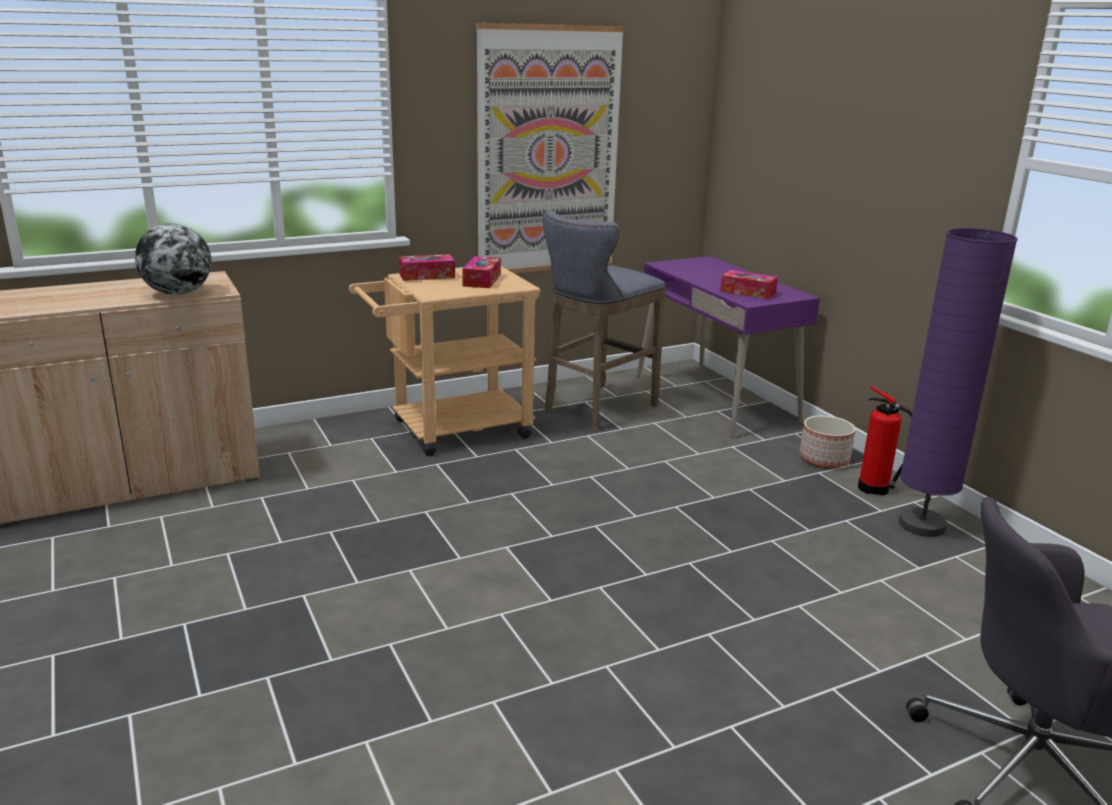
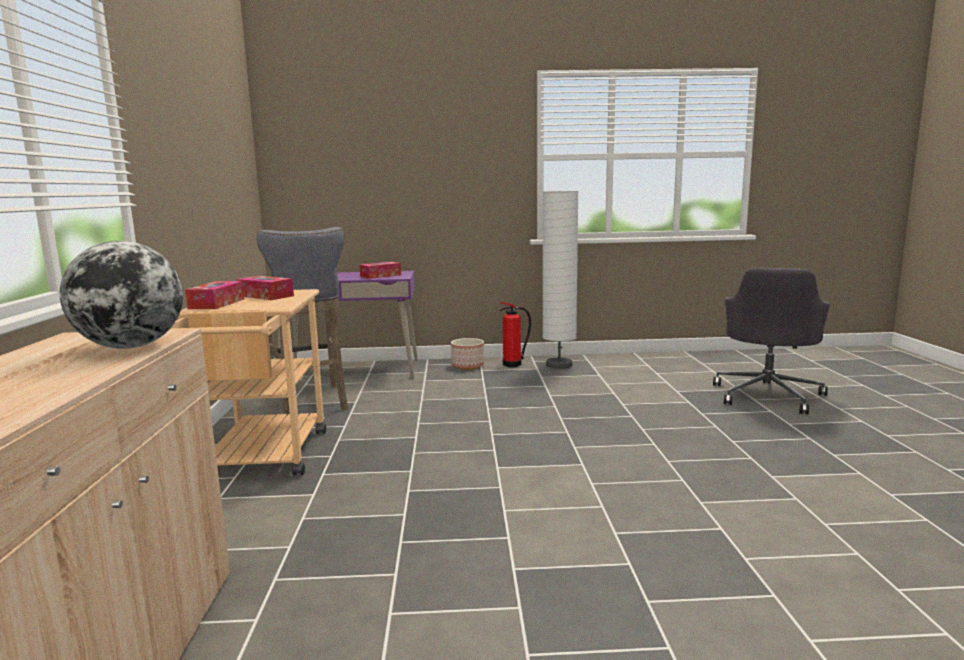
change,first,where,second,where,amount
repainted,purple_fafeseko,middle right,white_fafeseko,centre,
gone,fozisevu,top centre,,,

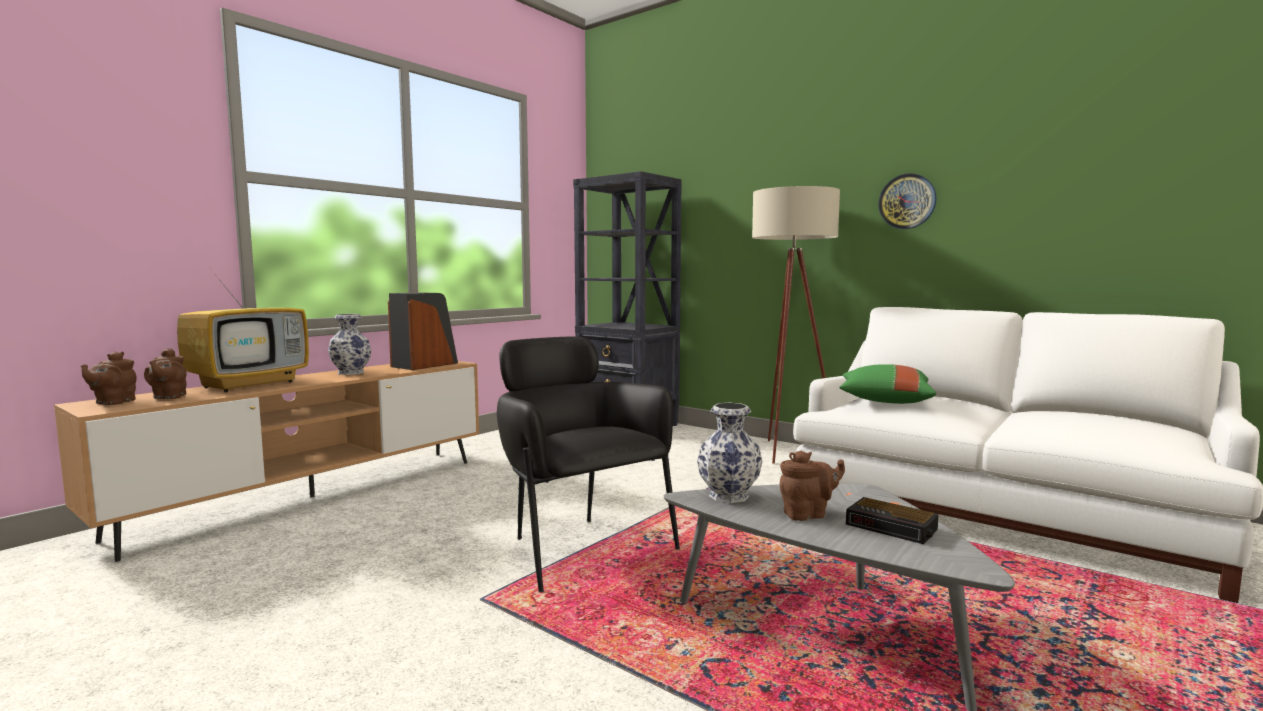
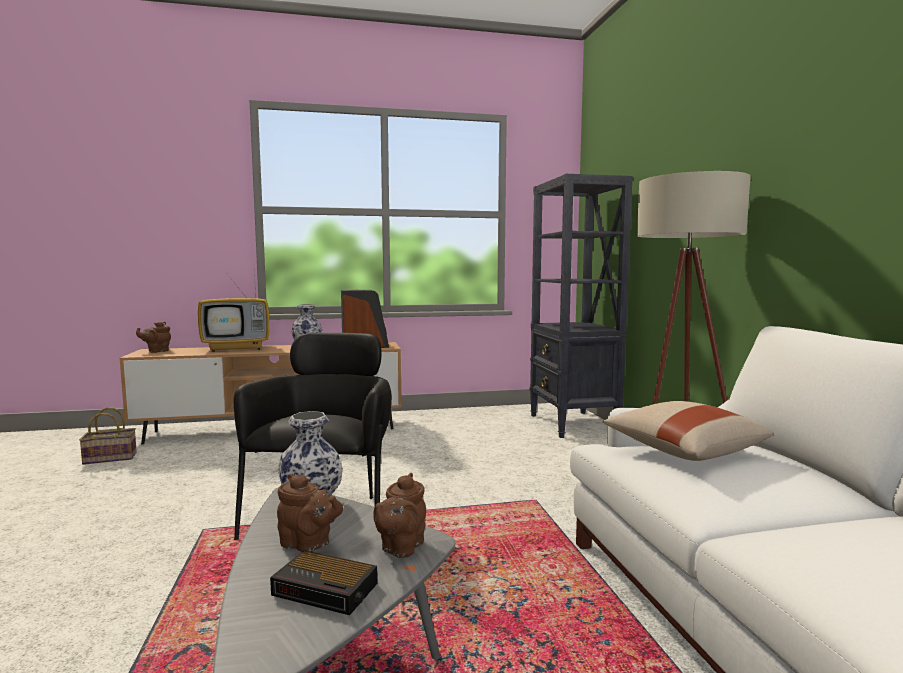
change,first,where,second,where,amount
new,,,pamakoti,middle left,
rotated,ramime,bottom right,,bottom centre,60 degrees counterclockwise
shifted,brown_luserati (no. 2 from left in the first image),middle left,brown_luserati (no. 3 from left),bottom centre,
repainted,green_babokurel,middle right,beige_babokurel,middle right,
gone,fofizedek,top right,,,

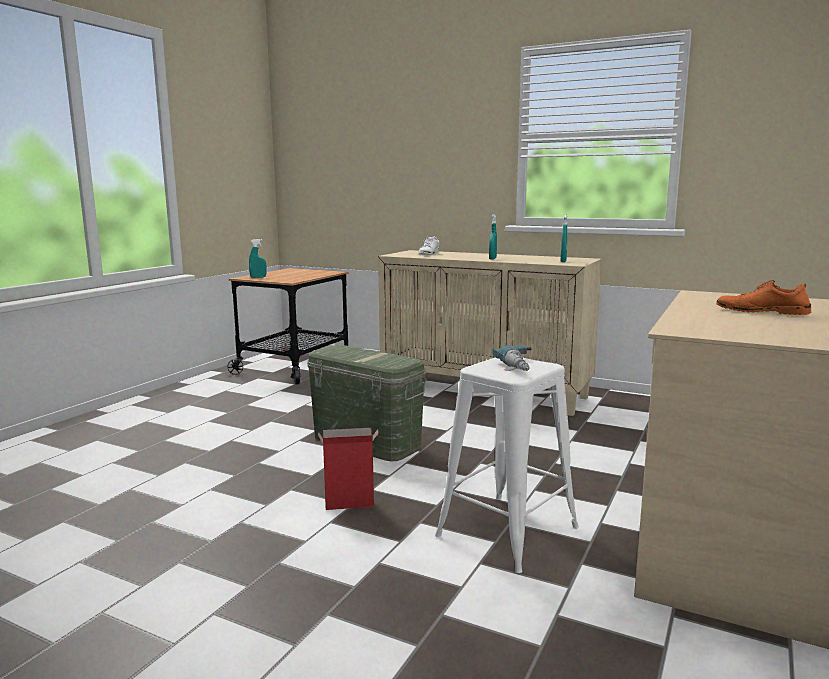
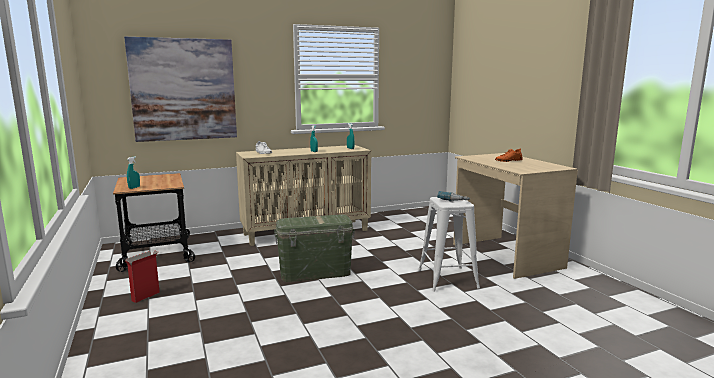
change,first,where,second,where,amount
new,,,fozisevu,top left,
shifted,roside,bottom centre,,bottom left,

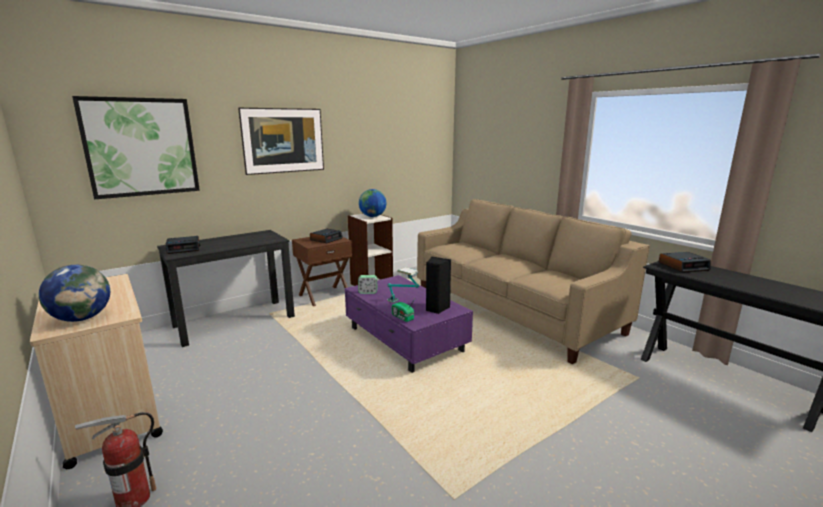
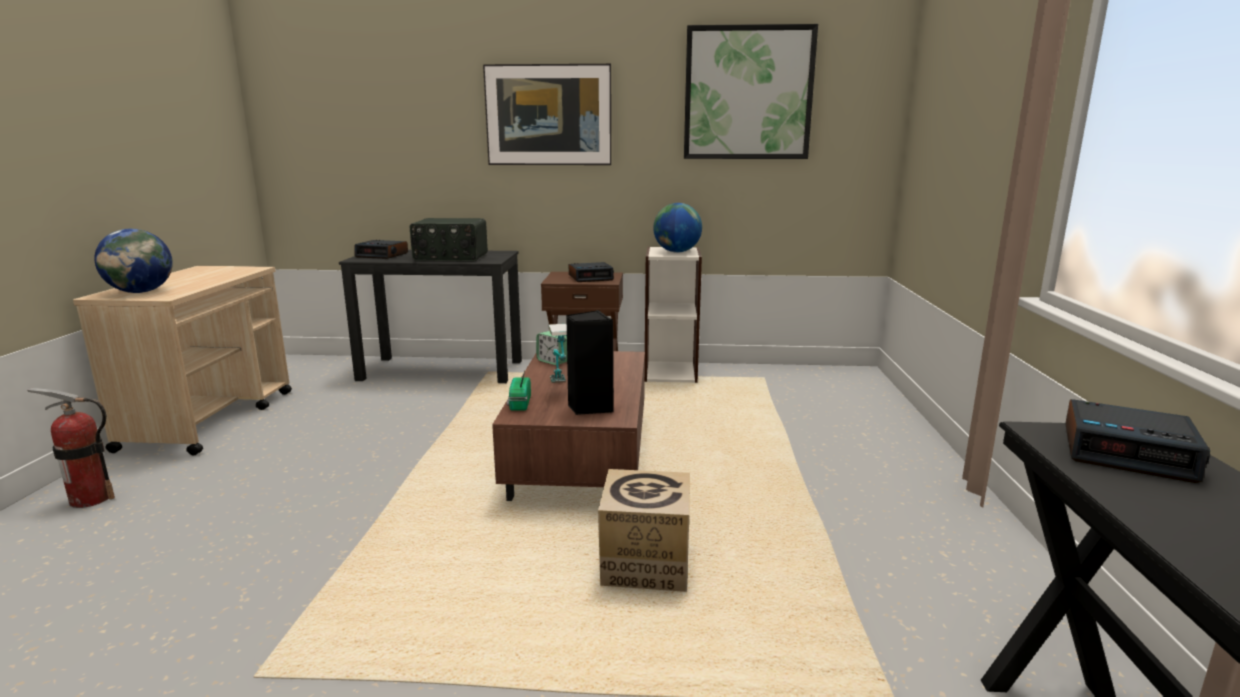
change,first,where,second,where,amount
new,,,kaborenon (no. 1 from left),centre,
repainted,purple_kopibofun,centre,brown_kopibofun,centre,
new,,,roside,bottom centre,
shifted,fozisevu (no. 1 from left in the first image),top left,fozisevu (no. 2 from left),top centre,
gone,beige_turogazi,centre,,,

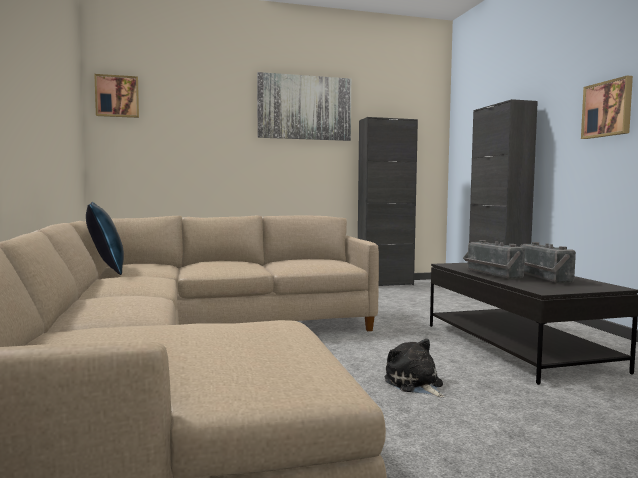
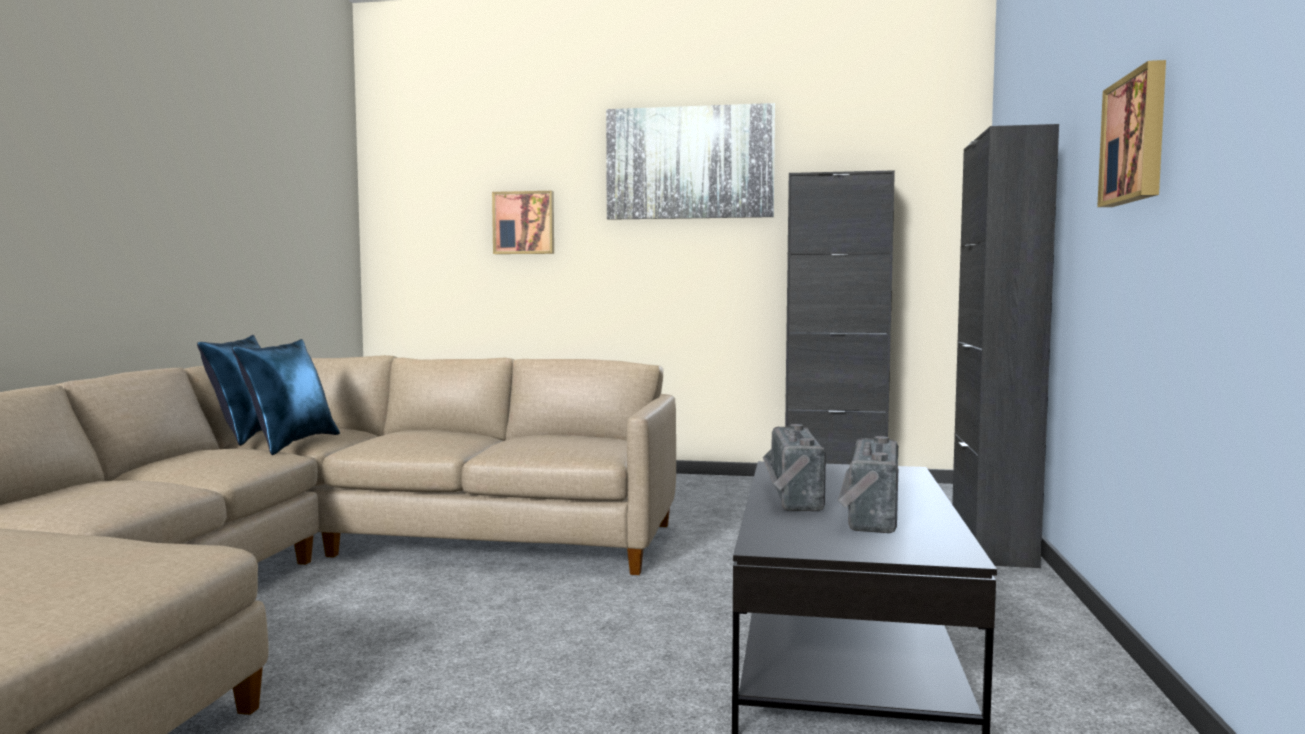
change,first,where,second,where,amount
new,,,blue_babokurel (no. 2 from left),middle left,
shifted,fozisevu (no. 1 from left),top left,,top centre,
gone,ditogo,bottom centre,,,

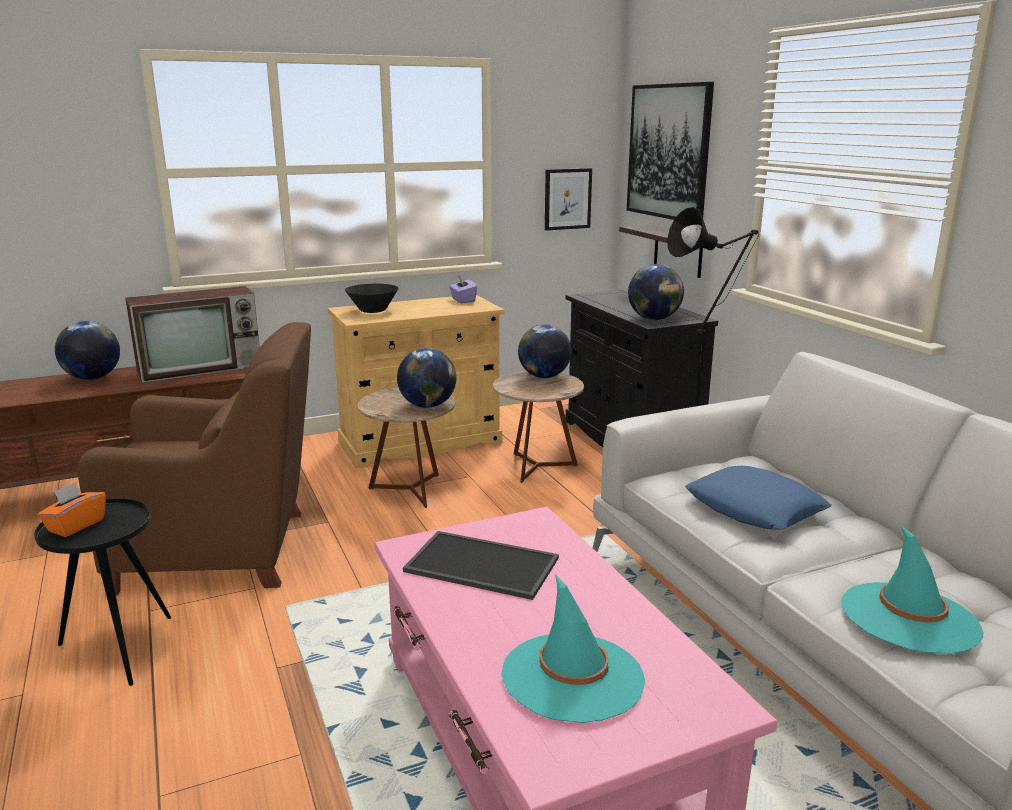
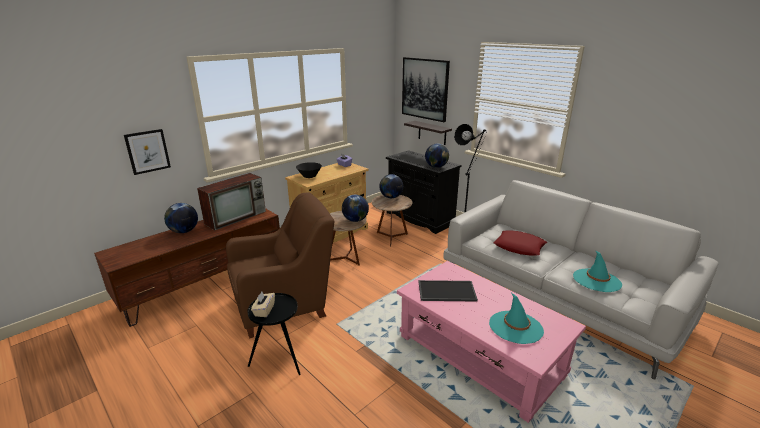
change,first,where,second,where,amount
shifted,fozisevu (no. 1 from left),top centre,,middle left,
repainted,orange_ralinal,middle left,beige_ralinal,bottom centre,
repainted,blue_babokurel,middle right,red_babokurel,middle right,

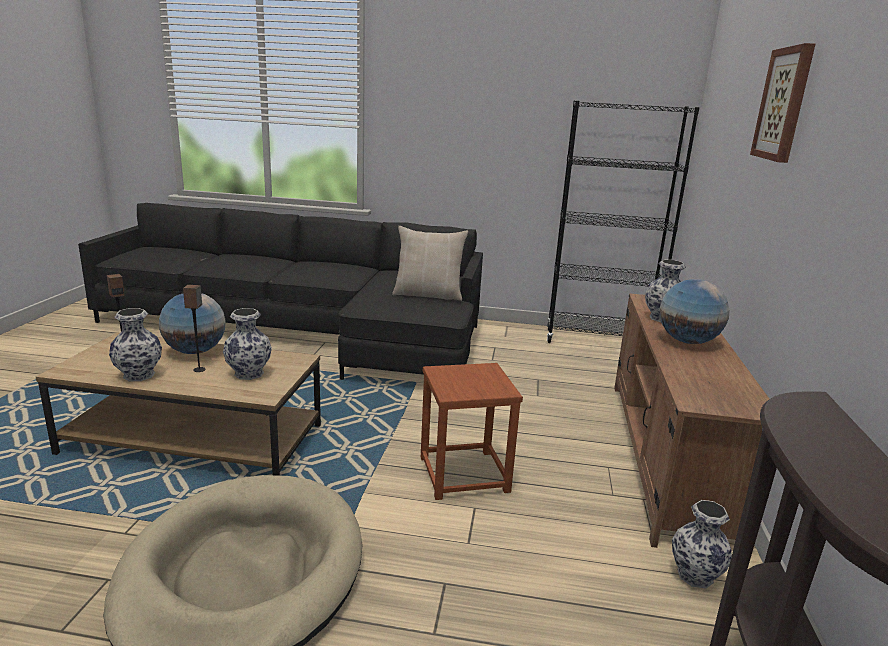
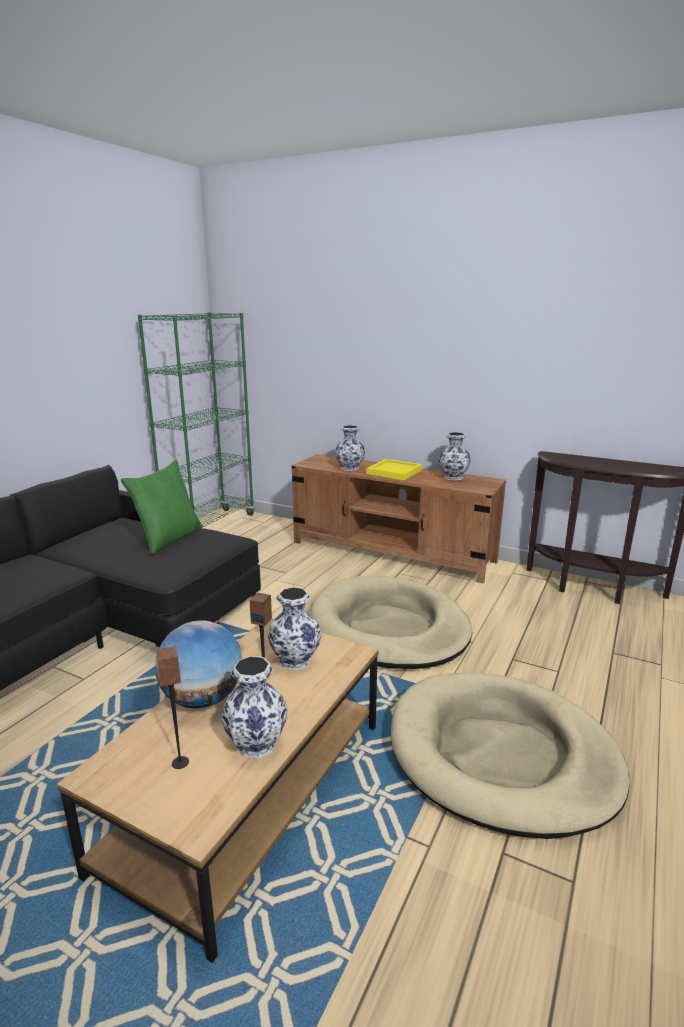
change,first,where,second,where,amount
repainted,beige_babokurel,centre,green_babokurel,middle left,
repainted,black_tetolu,middle right,green_tetolu,middle left,
swapped,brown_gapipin,bottom centre,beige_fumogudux (no. 1 from left),centre,
swapped,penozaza (no. 2 from left),middle right,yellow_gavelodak,centre,
shifted,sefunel (no. 4 from left),bottom right,,centre,
gone,fozisevu,top right,,,

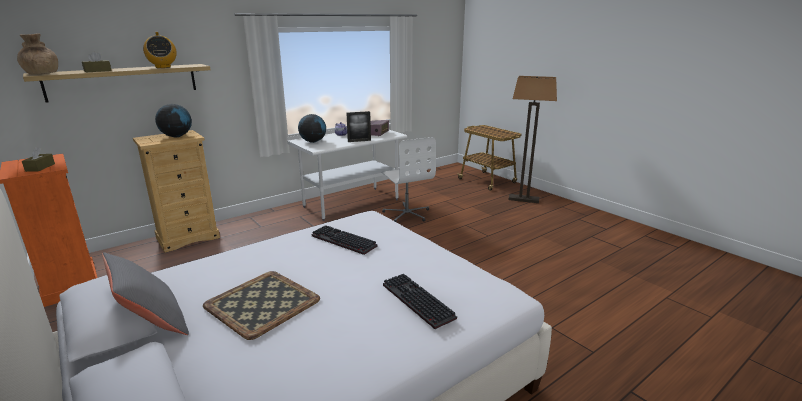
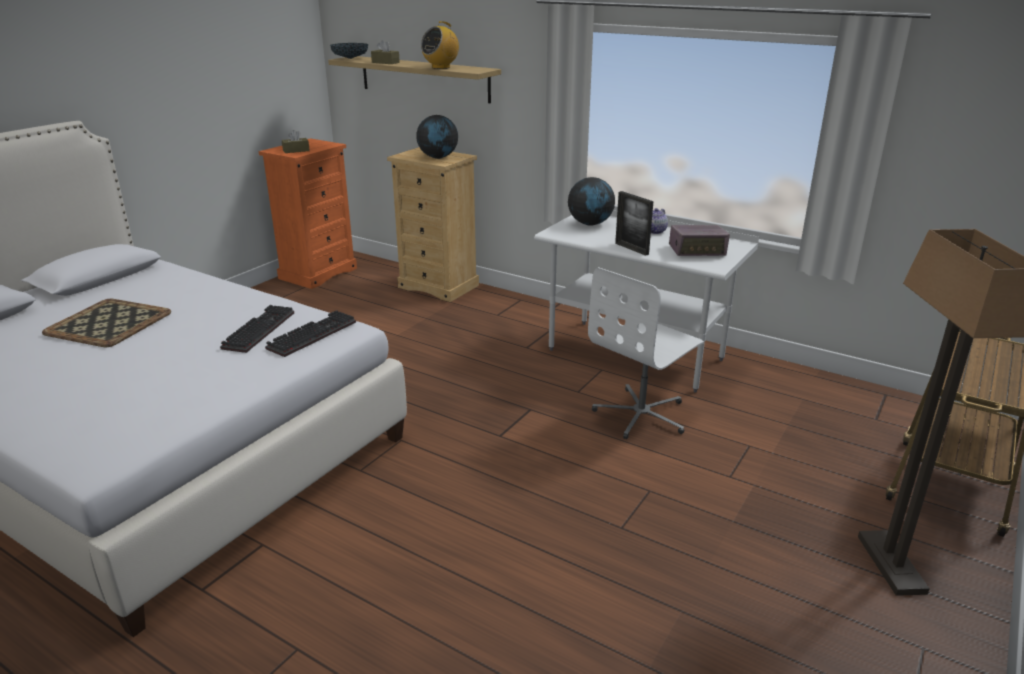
change,first,where,second,where,amount
shifted,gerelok (no. 2 from left),bottom centre,,middle left,
swapped,brown_sefunel,top left,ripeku,top centre,
gone,grey_babokurel,bottom left,,,

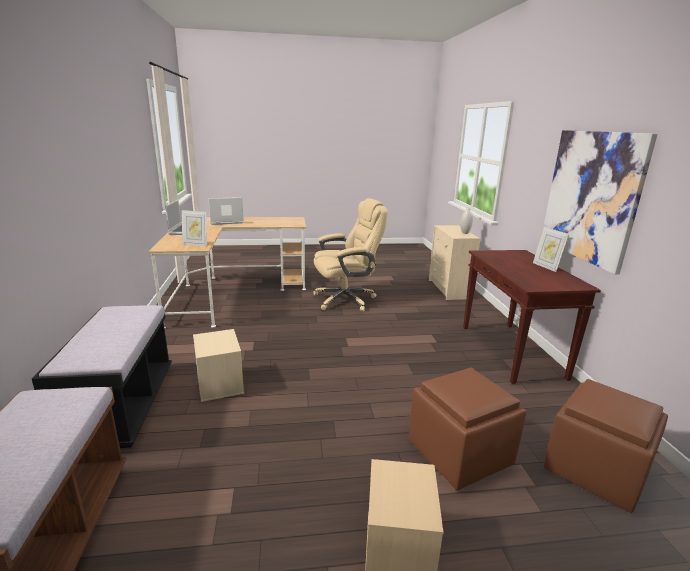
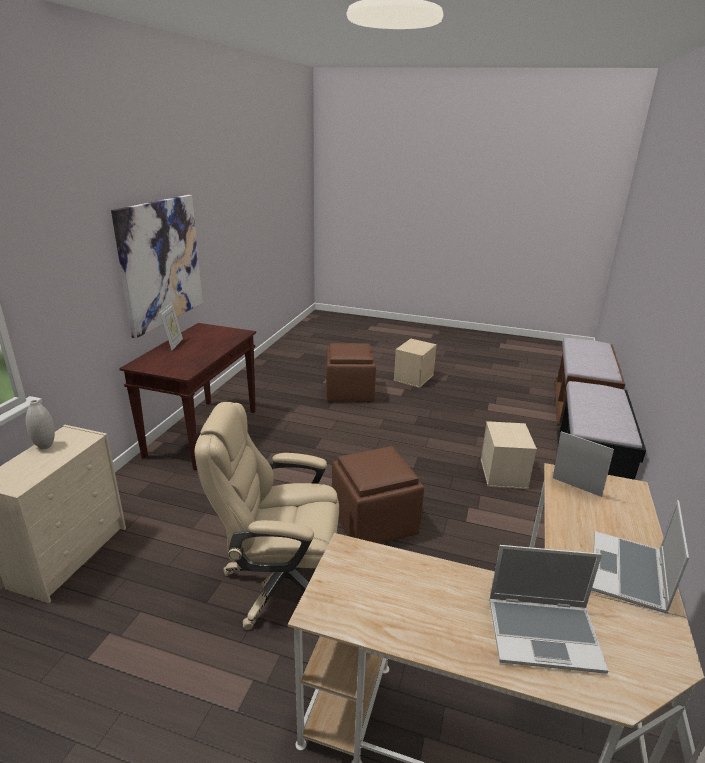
change,first,where,second,where,amount
shifted,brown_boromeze (no. 2 from left),bottom right,,centre,

